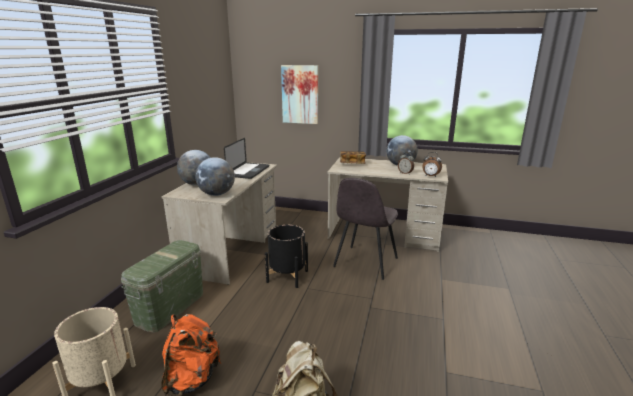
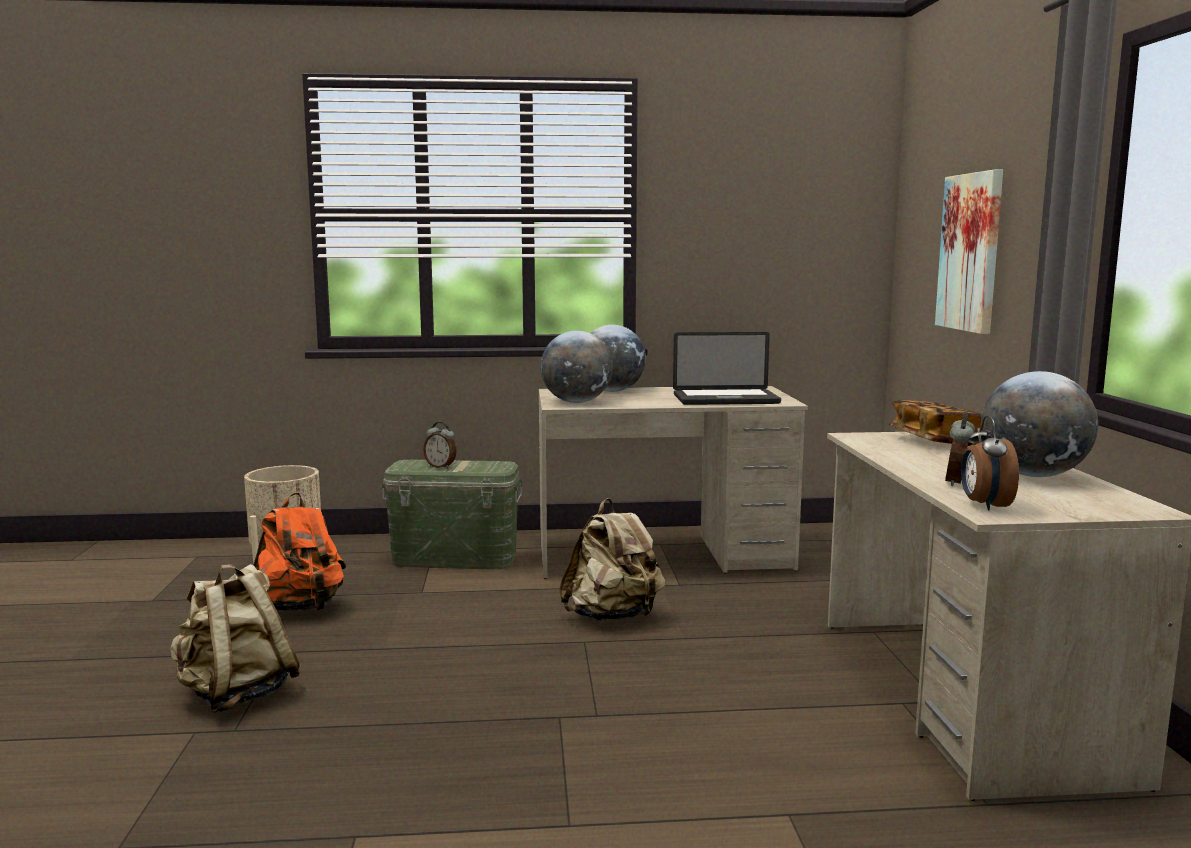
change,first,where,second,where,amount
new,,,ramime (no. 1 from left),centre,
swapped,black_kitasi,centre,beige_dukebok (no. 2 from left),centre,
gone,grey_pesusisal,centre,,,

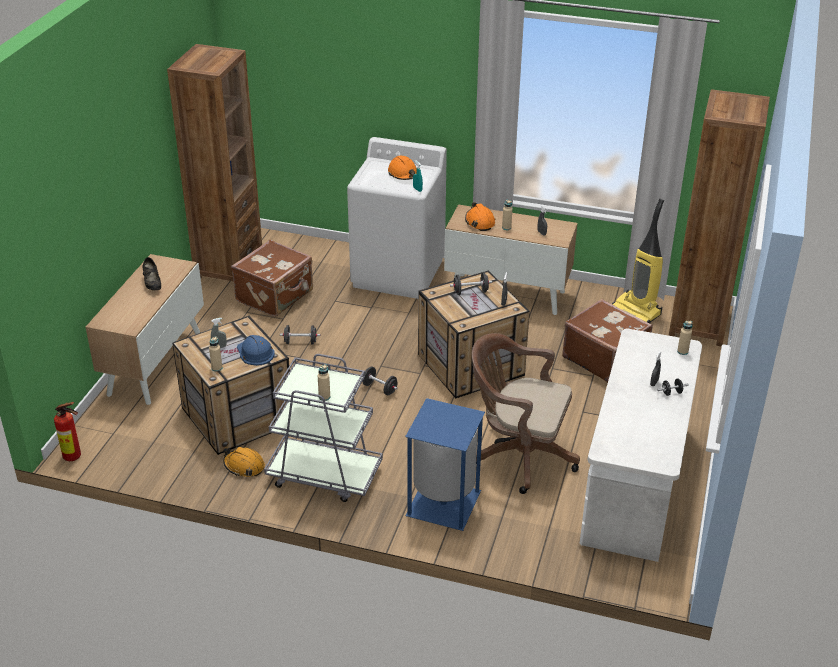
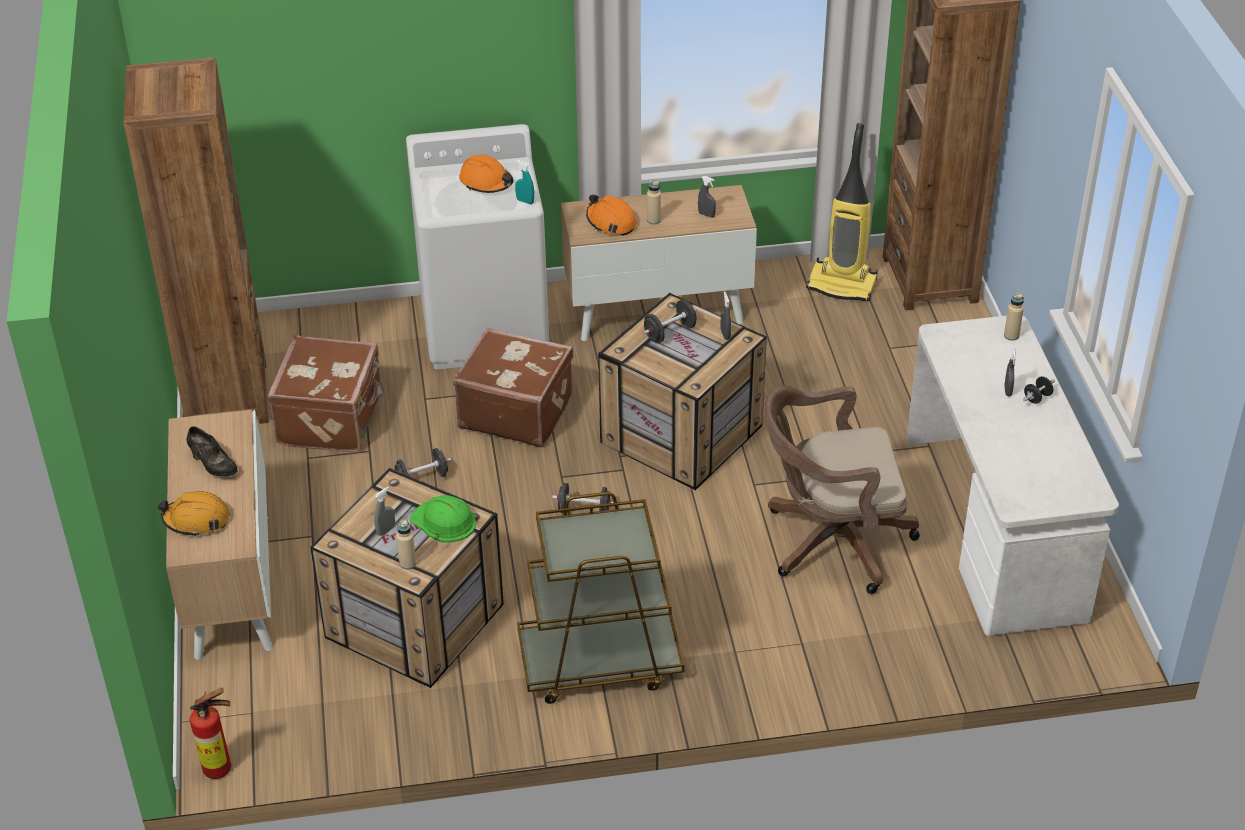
change,first,where,second,where,amount
shifted,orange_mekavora (no. 1 from left),bottom left,,middle left,
repainted,blue_mekavora,middle left,green_mekavora,centre,
shifted,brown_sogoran (no. 2 from left),middle right,,centre,
repainted,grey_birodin,centre,brown_birodin,bottom centre,
gone,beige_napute (no. 2 from left),centre,,,
gone,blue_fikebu,bottom centre,,,

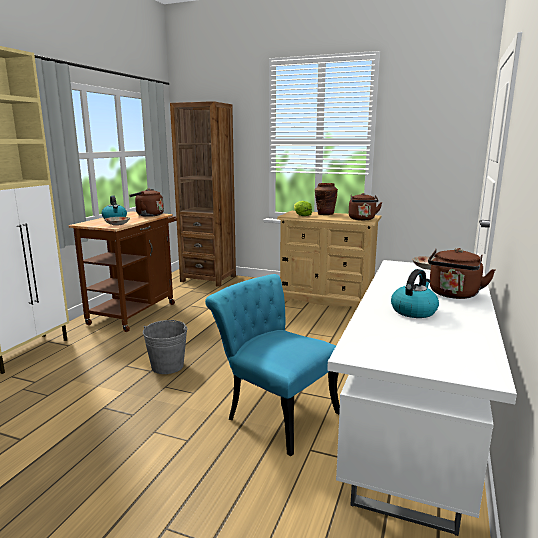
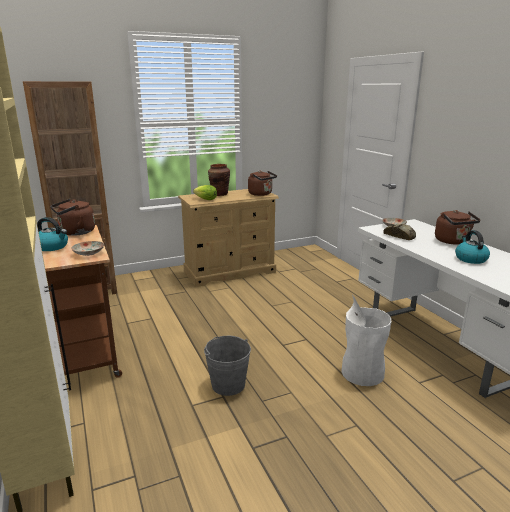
change,first,where,second,where,amount
swapped,turquoise_pesusisal,bottom centre,white_fikebu,middle right,
new,,,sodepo,middle right,

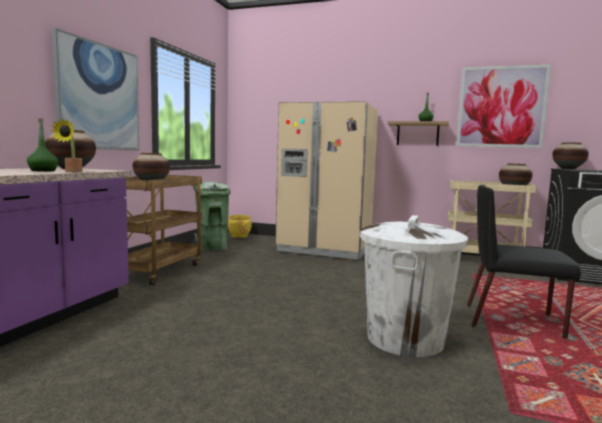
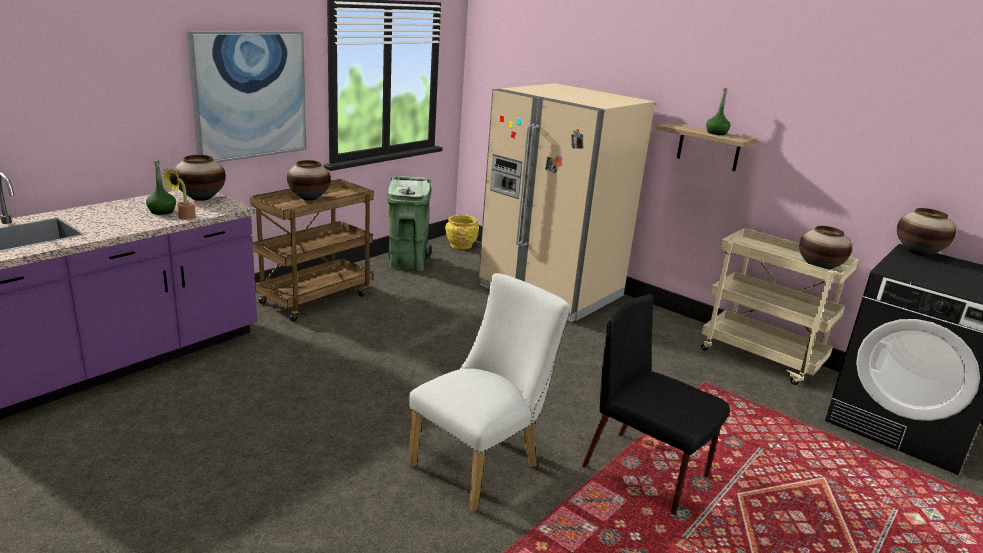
change,first,where,second,where,amount
swapped,white_fikebu,bottom right,white_pesusisal,bottom centre,
gone,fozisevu (no. 2 from left),top right,,,

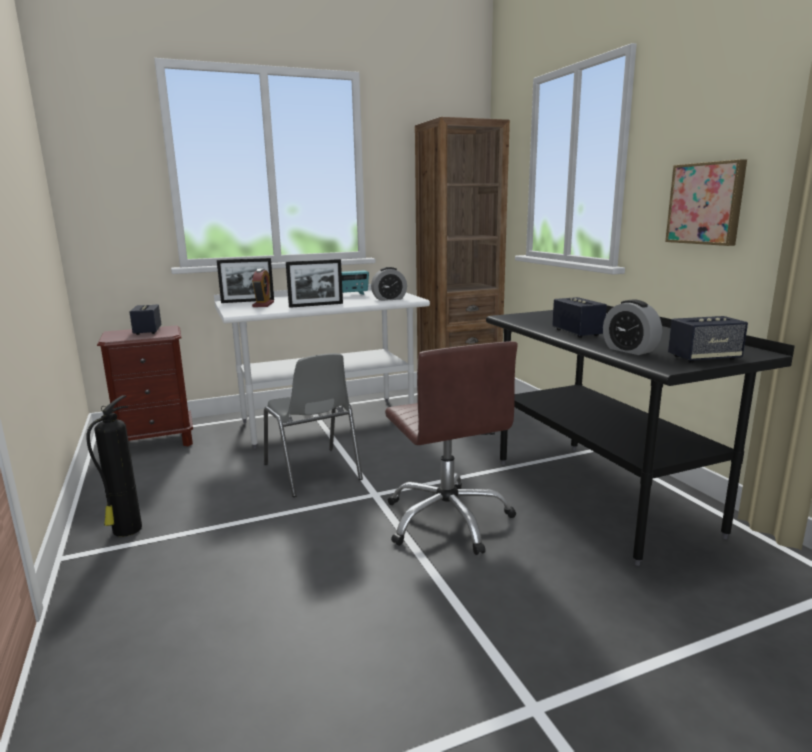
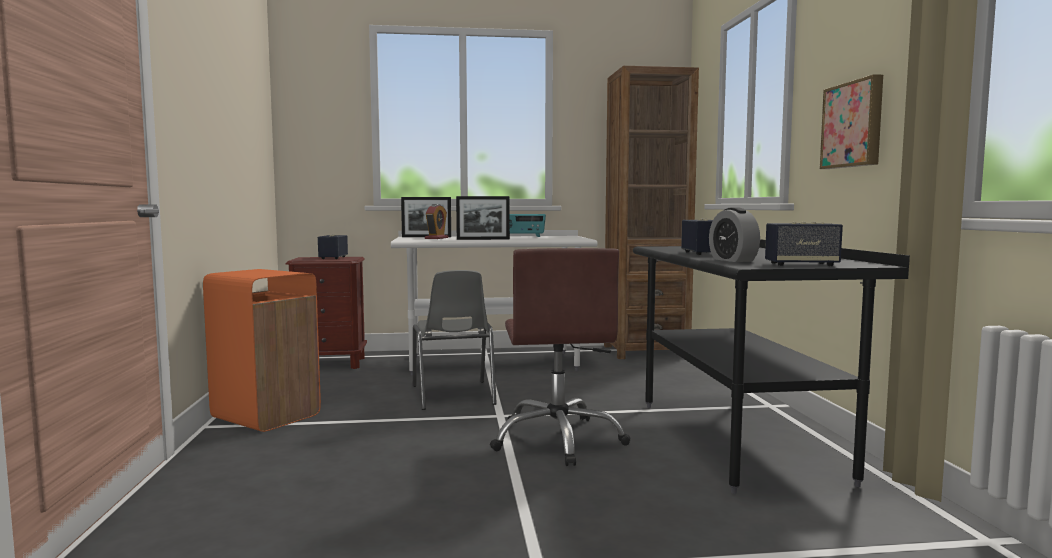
change,first,where,second,where,amount
swapped,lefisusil,middle left,orange_fikebu,middle left,
gone,ramime (no. 2 from left),centre,,,

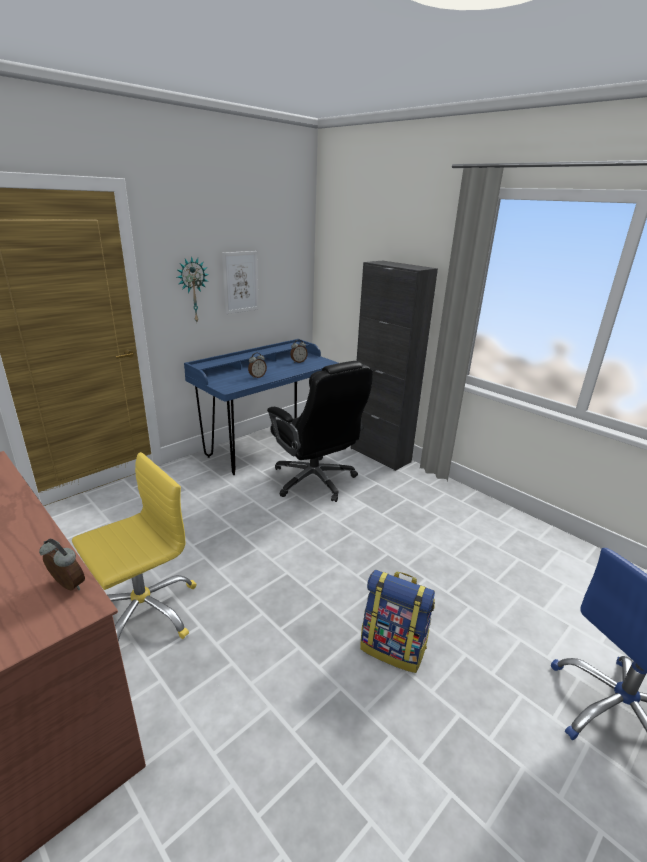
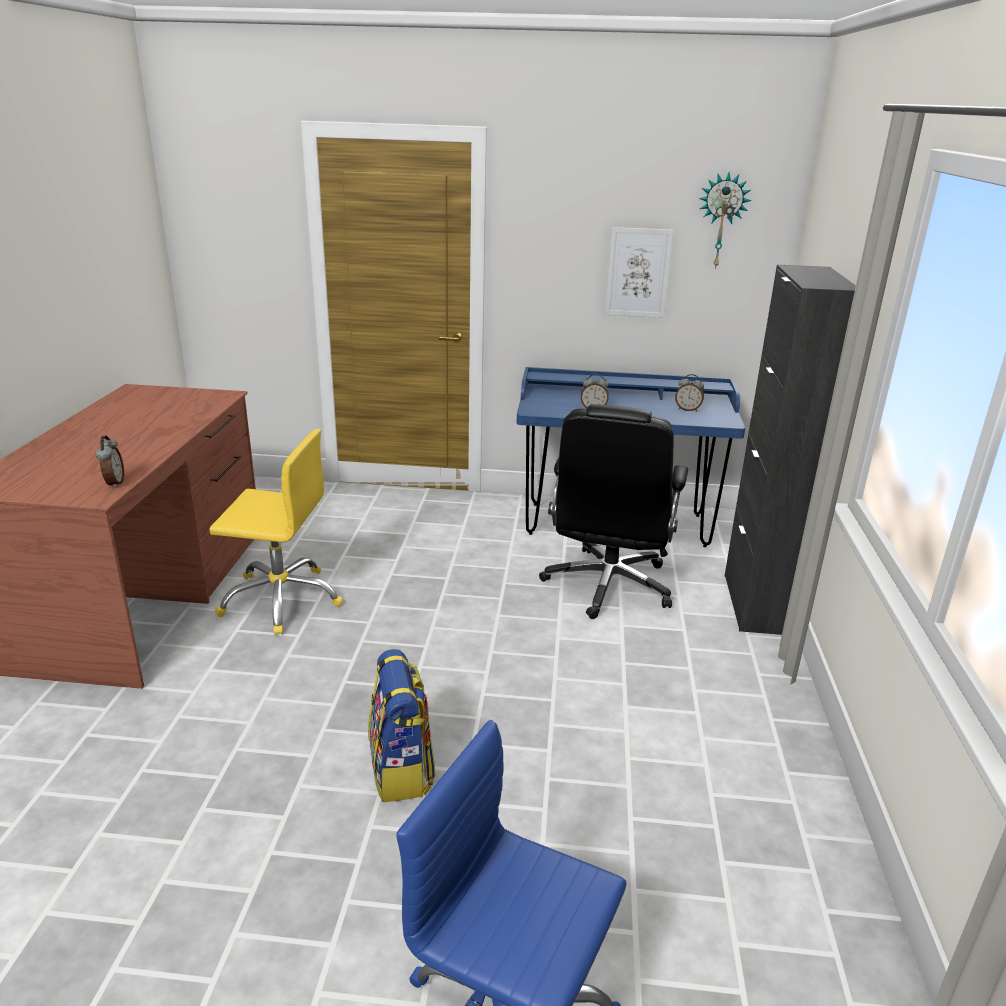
change,first,where,second,where,amount
shifted,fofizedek,middle left,,top right,

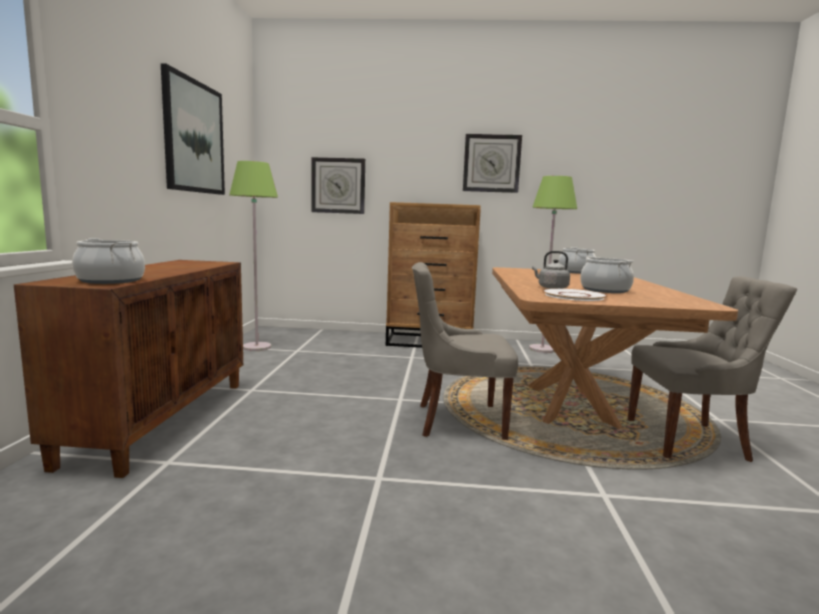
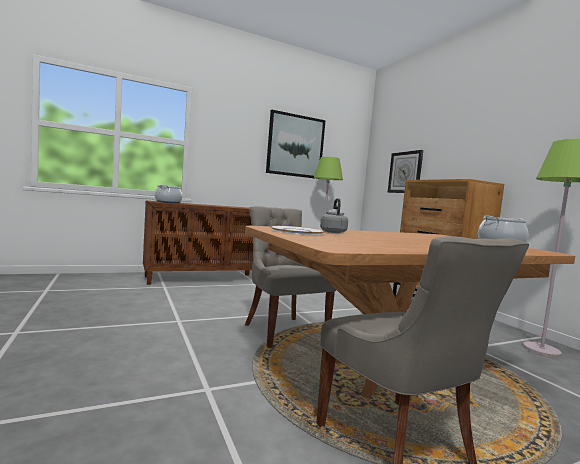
change,first,where,second,where,amount
gone,fofizedek (no. 2 from left),top centre,,,
gone,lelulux (no. 3 from left),middle right,,,

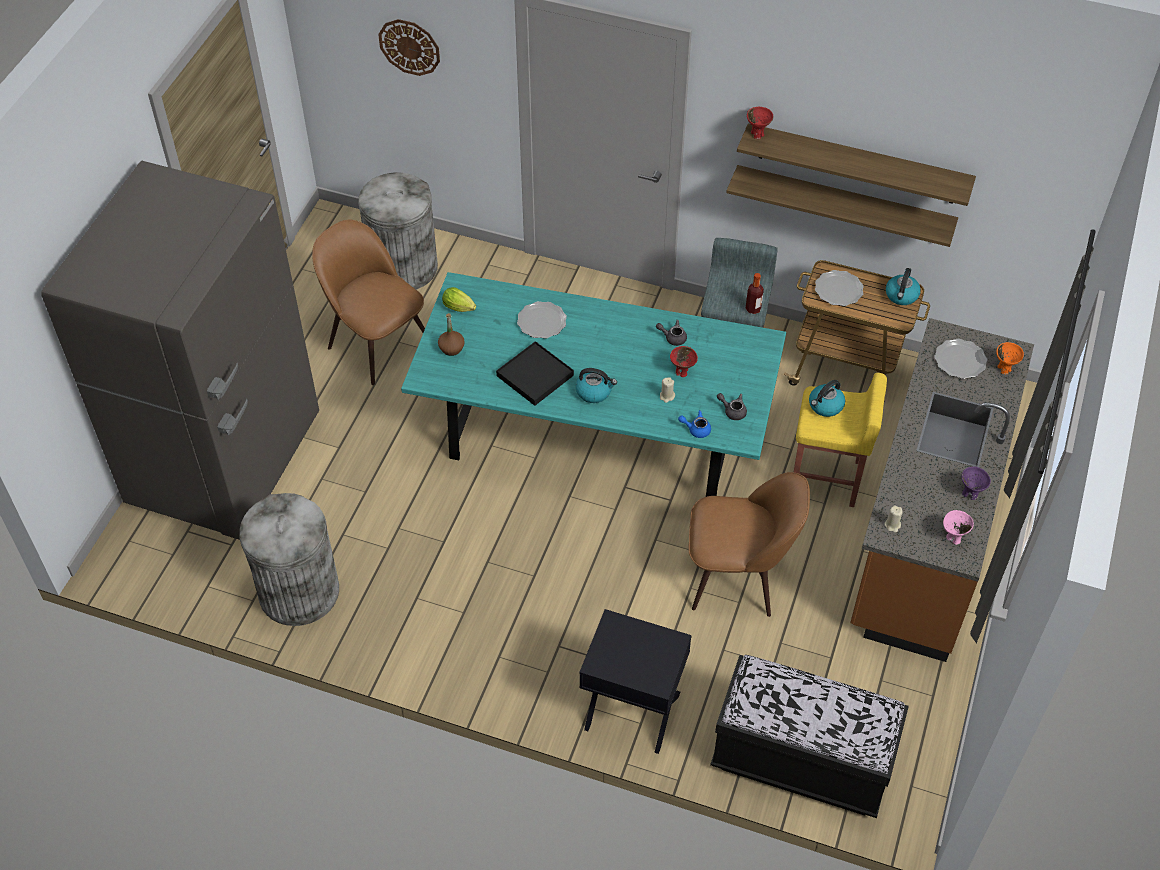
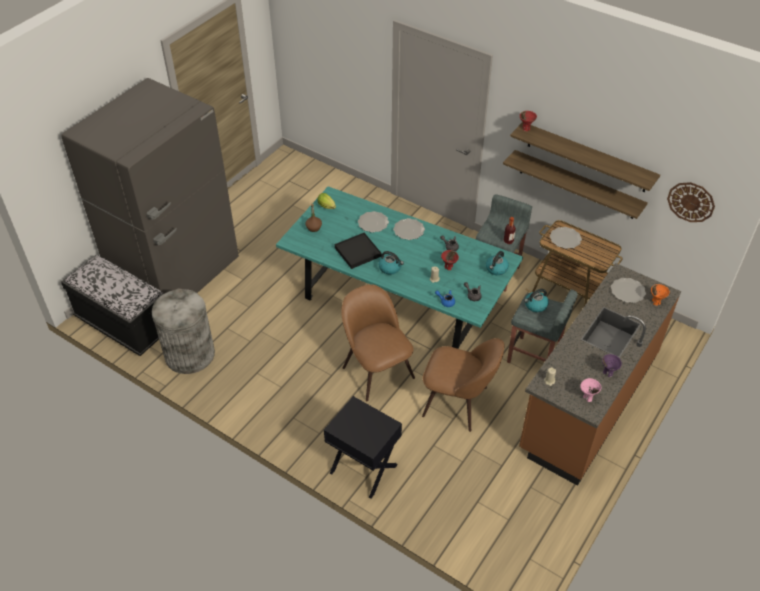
change,first,where,second,where,amount
shifted,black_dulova,bottom right,,middle left,
shifted,brown_pesusisal (no. 1 from left),middle left,,centre,
new,,,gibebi (no. 2 from left),centre,
shifted,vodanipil (no. 3 from left in the first image),top right,vodanipil (no. 2 from left),centre,
repainted,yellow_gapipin,middle right,grey_gapipin (no. 2 from left),middle right,
shifted,fofizedek,top centre,,middle right,
gone,grey_fikebu (no. 2 from left),top centre,,,

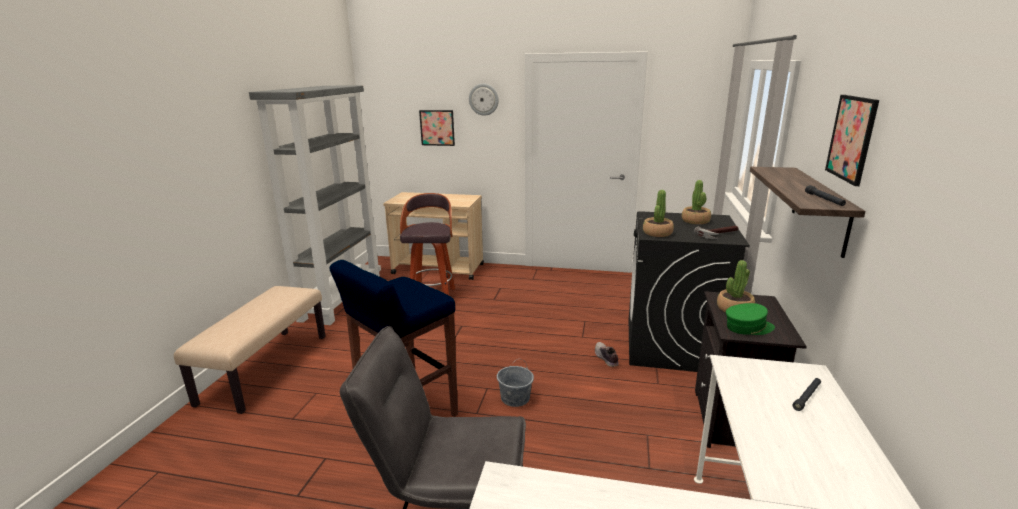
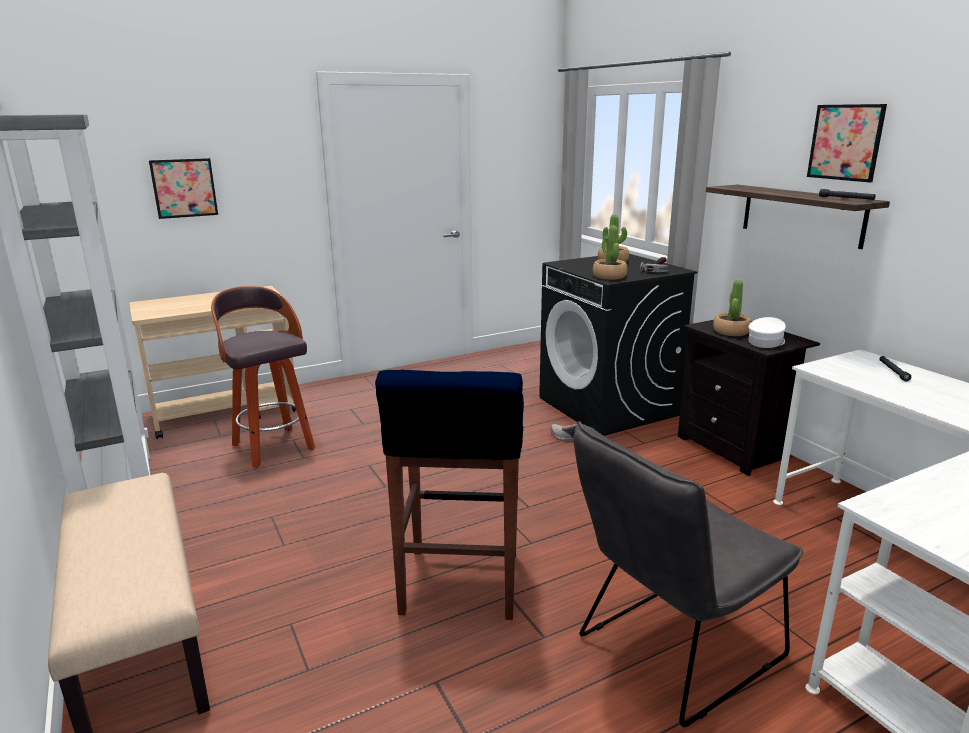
change,first,where,second,where,amount
repainted,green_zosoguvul,middle right,white_zosoguvul,middle right,
gone,fofizedek,top centre,,,
gone,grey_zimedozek,bottom centre,,,

